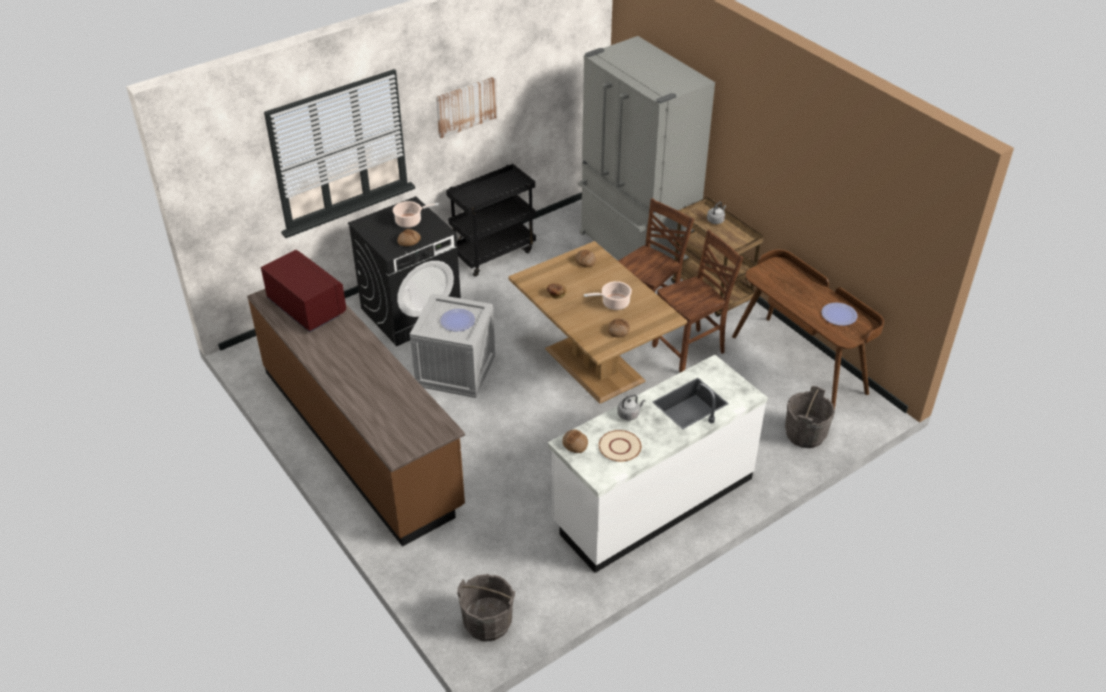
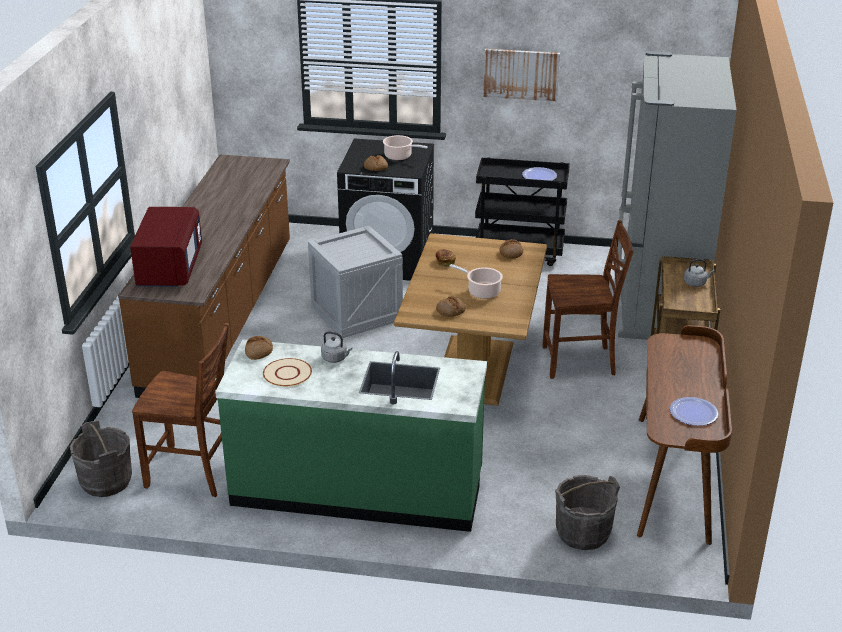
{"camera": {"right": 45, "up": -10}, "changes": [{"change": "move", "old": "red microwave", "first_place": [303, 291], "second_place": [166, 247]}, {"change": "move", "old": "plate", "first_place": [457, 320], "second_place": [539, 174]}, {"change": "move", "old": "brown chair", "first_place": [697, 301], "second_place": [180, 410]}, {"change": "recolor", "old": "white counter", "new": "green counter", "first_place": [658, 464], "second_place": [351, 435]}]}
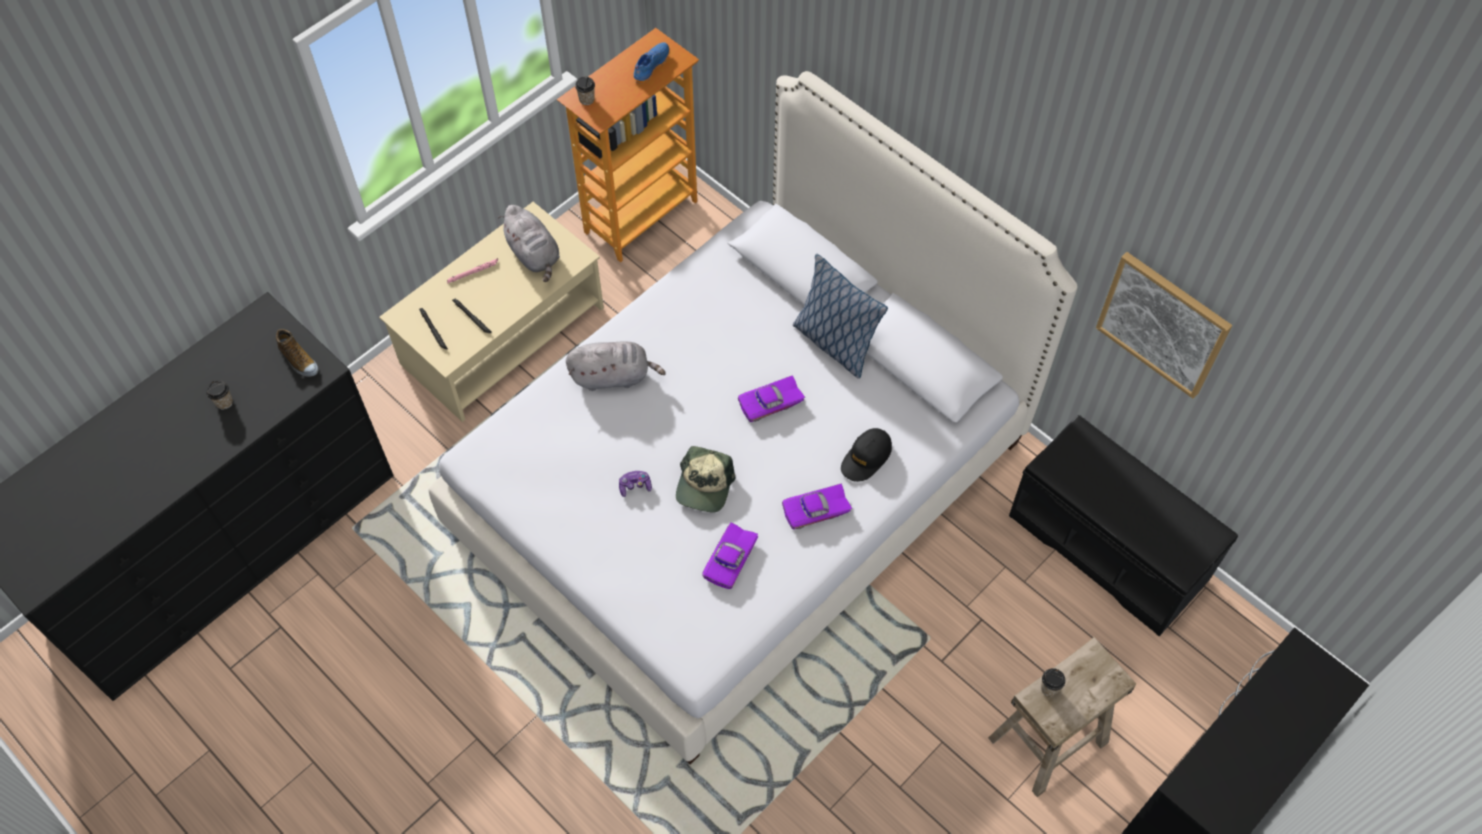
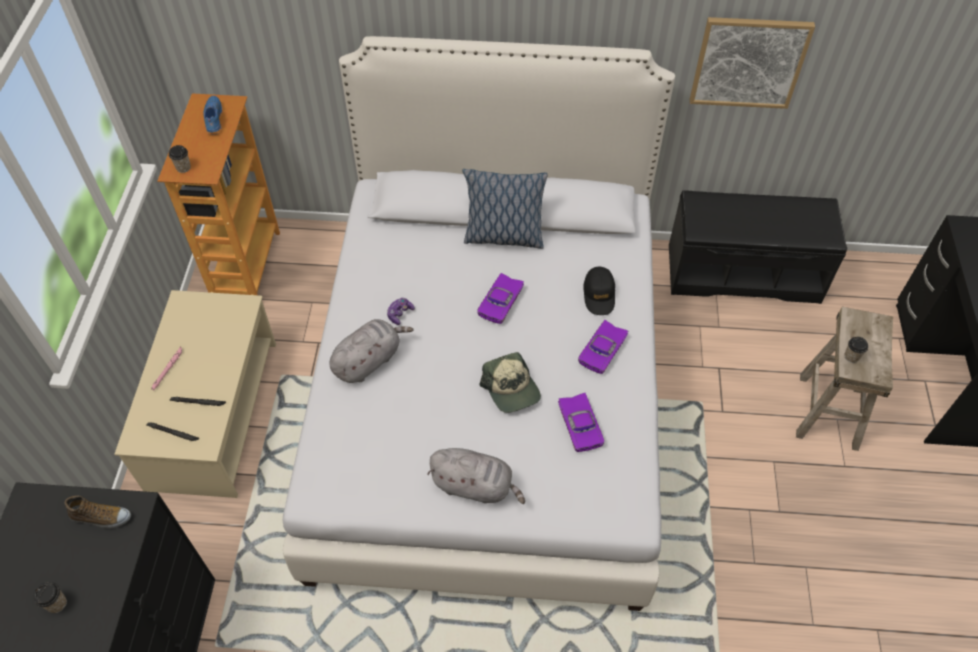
{"camera": {"right": -40, "up": -5}, "changes": [{"change": "move", "old": "grey plush toy", "first_place": [529, 243], "second_place": [476, 476]}, {"change": "move", "old": "game controller", "first_place": [635, 484], "second_place": [401, 311]}]}
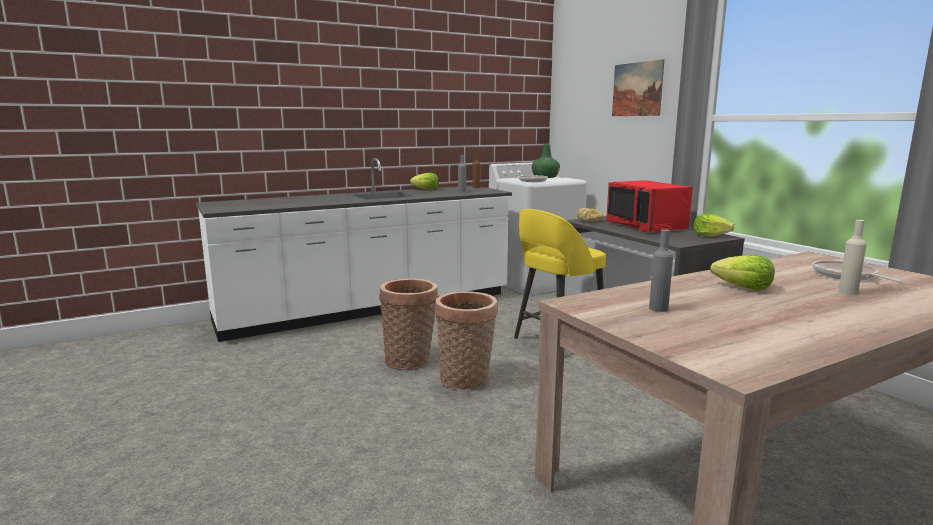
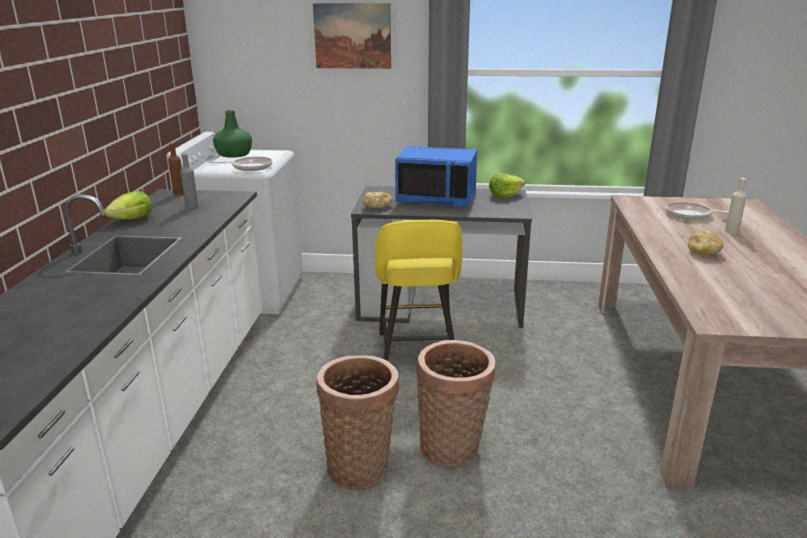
{"camera": {"right": -55, "up": 10}, "changes": [{"change": "delete", "old": "grey bottle", "first_place": [661, 270]}, {"change": "replace", "old": "lettuce", "new": "bread", "first_place": [742, 272], "second_place": [705, 242]}, {"change": "recolor", "old": "red microwave", "new": "blue microwave", "first_place": [649, 206], "second_place": [436, 176]}]}
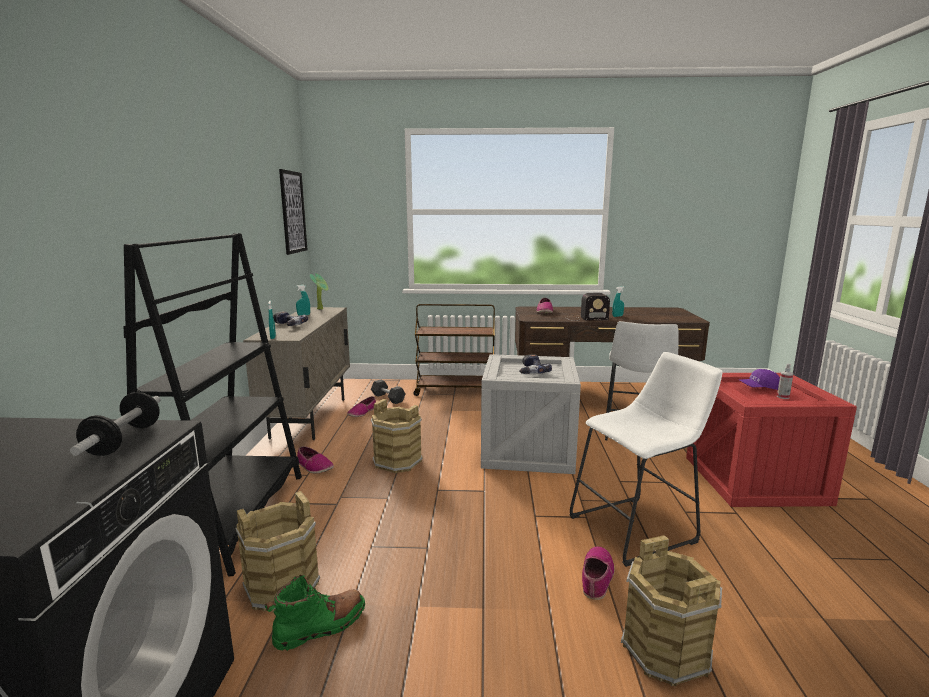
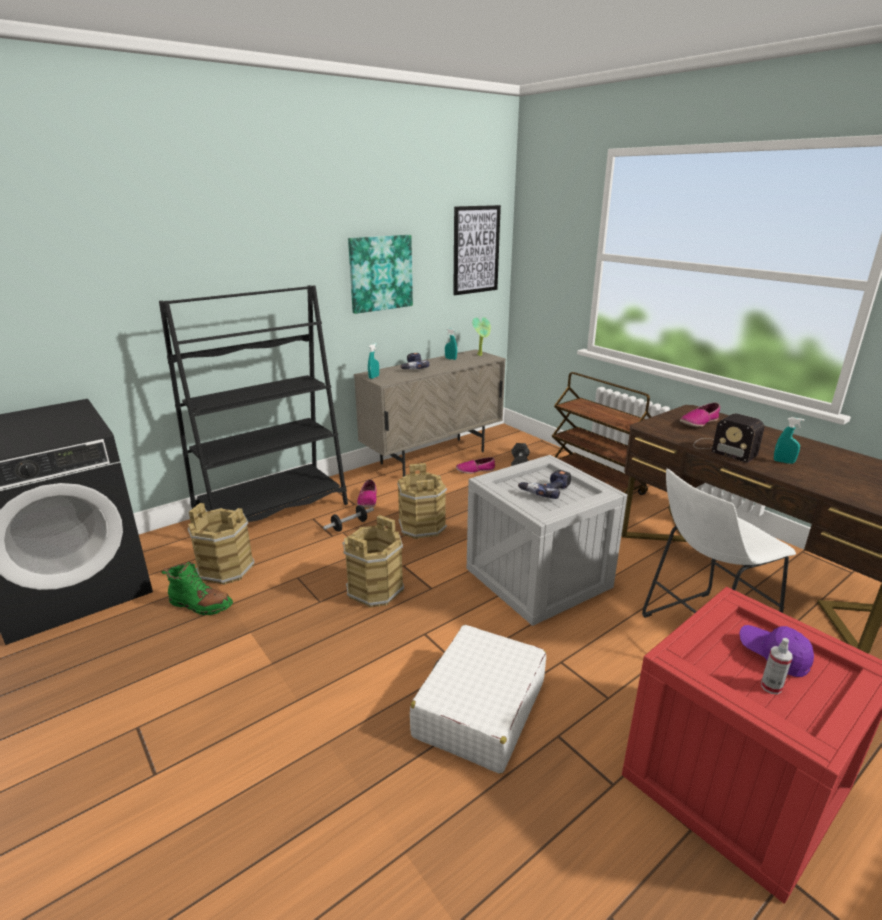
{"camera": {"right": 50, "up": 10}, "changes": [{"change": "delete", "old": "shoe", "first_place": [598, 573]}, {"change": "insert", "new": "picture", "second_place": [380, 274]}, {"change": "move", "old": "dumbbell", "first_place": [115, 424], "second_place": [348, 518]}, {"change": "move", "old": "brown bucket", "first_place": [671, 610], "second_place": [373, 561]}, {"change": "replace", "old": "white stool", "new": "white suitcase", "first_place": [646, 459], "second_place": [478, 699]}]}
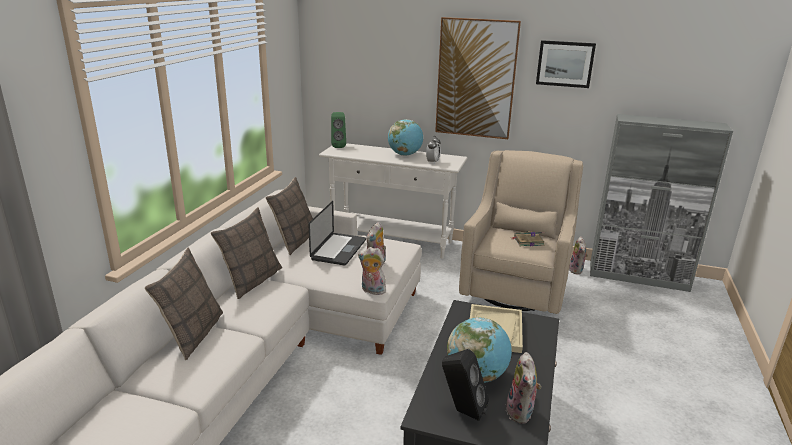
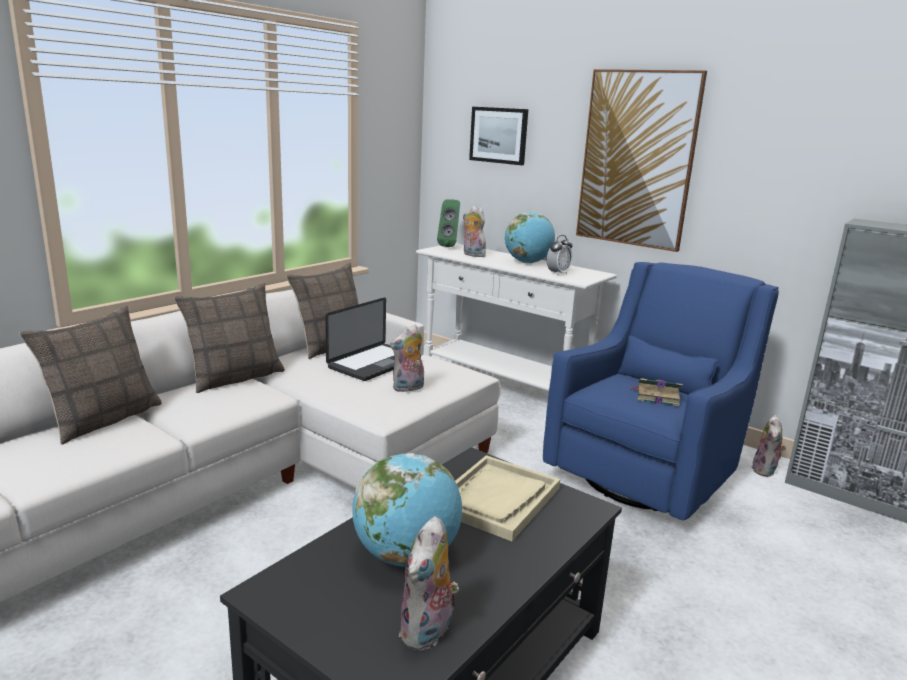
{"camera": {"right": 20, "up": -5}, "changes": [{"change": "delete", "old": "black speaker", "first_place": [465, 385]}, {"change": "move", "old": "plush toy", "first_place": [373, 271], "second_place": [474, 231]}, {"change": "move", "old": "picture", "first_place": [566, 64], "second_place": [498, 136]}, {"change": "recolor", "old": "beige armchair", "new": "blue armchair", "first_place": [521, 232], "second_place": [661, 391]}]}
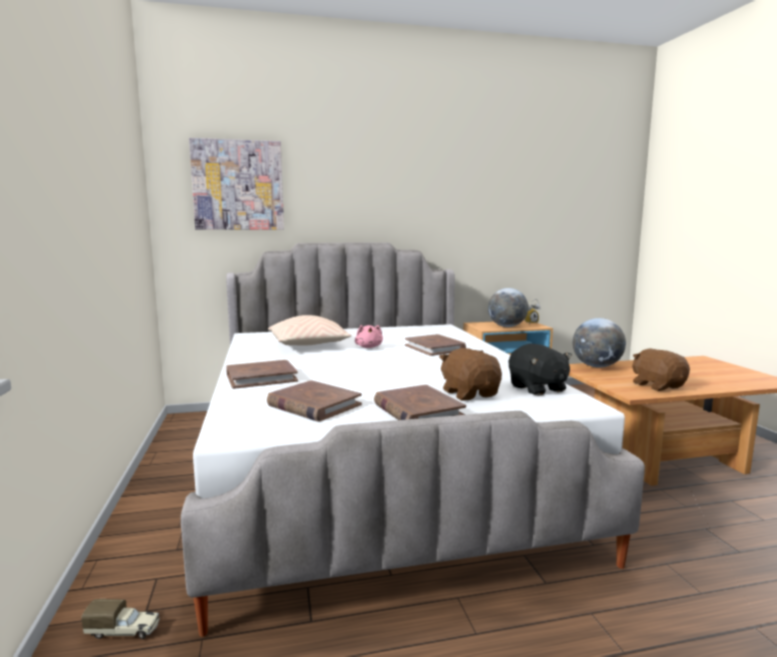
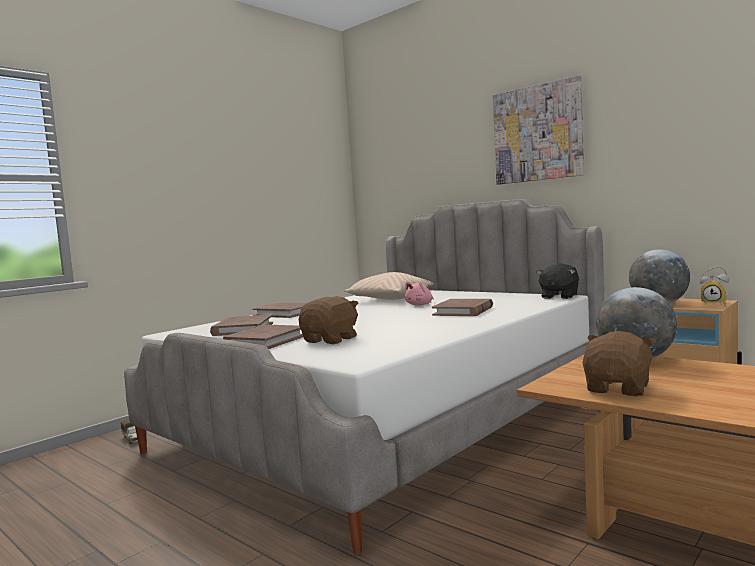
{"camera": {"right": 55, "up": -5}, "changes": [{"change": "move", "old": "picture", "first_place": [236, 184], "second_place": [538, 130]}, {"change": "move", "old": "black plush toy", "first_place": [540, 369], "second_place": [558, 281]}]}
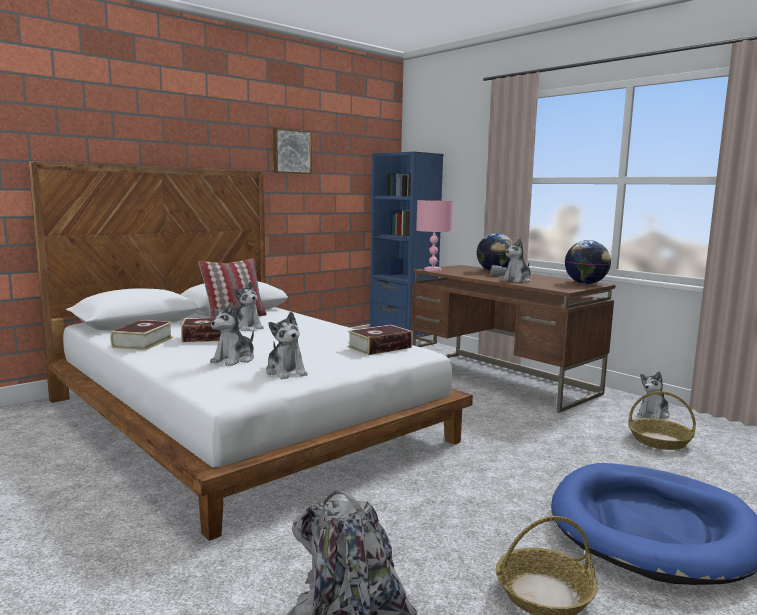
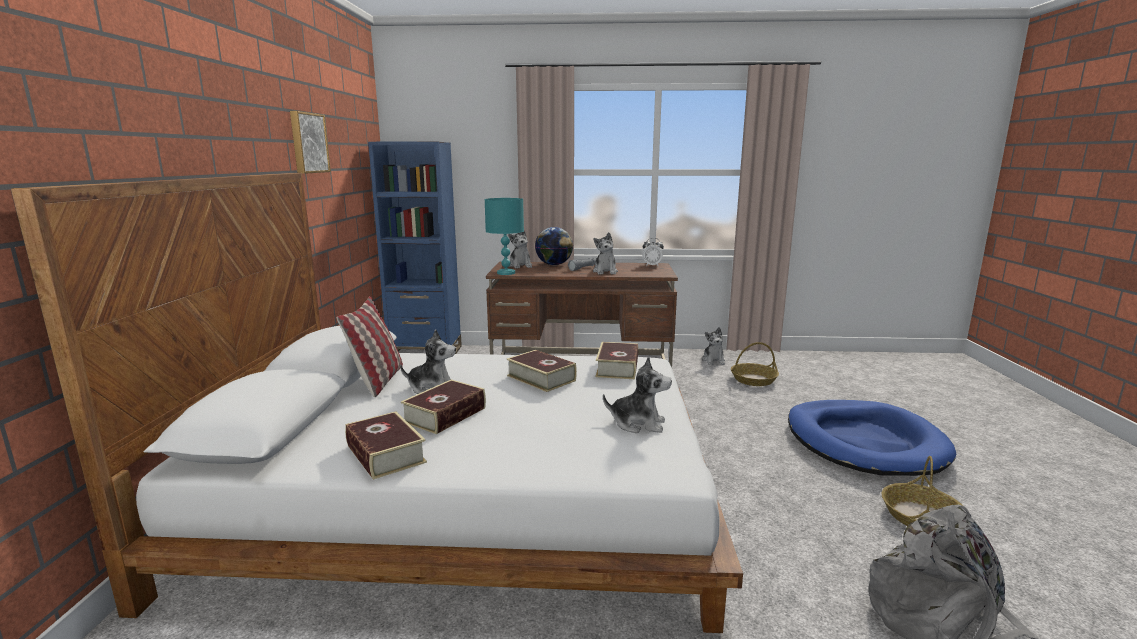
{"camera": {"right": -45, "up": 5}, "changes": [{"change": "insert", "new": "book", "second_place": [542, 371]}, {"change": "move", "old": "plush toy", "first_place": [232, 334], "second_place": [520, 249]}, {"change": "replace", "old": "globe", "new": "alarm clock", "first_place": [588, 262], "second_place": [653, 252]}, {"change": "recolor", "old": "pink table lamp", "new": "turquoise table lamp", "first_place": [434, 236], "second_place": [504, 236]}]}
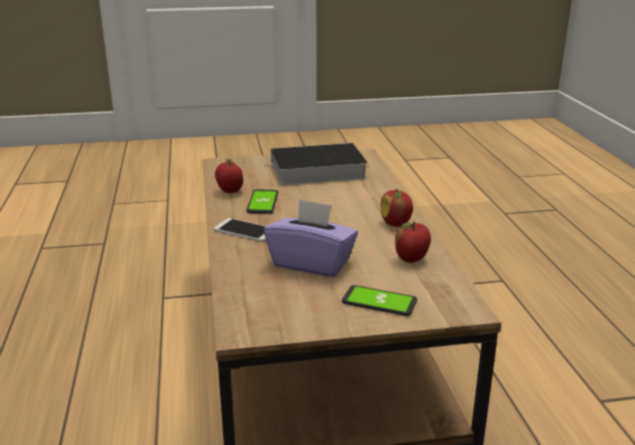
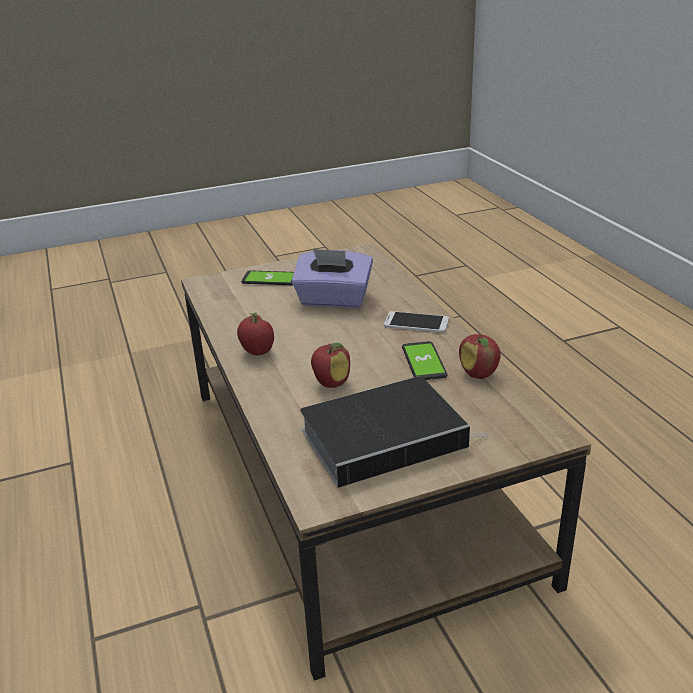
{"camera": {"right": 170, "up": 5}, "changes": [{"change": "move", "old": "apple", "first_place": [413, 242], "second_place": [330, 365]}]}
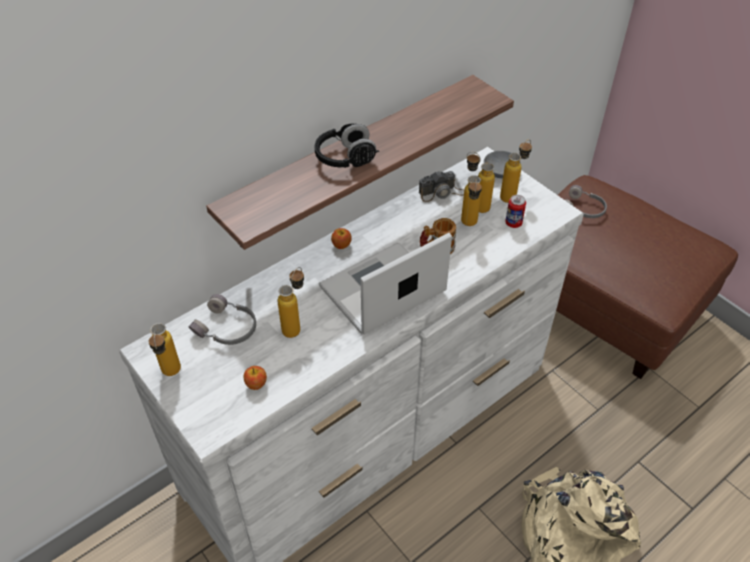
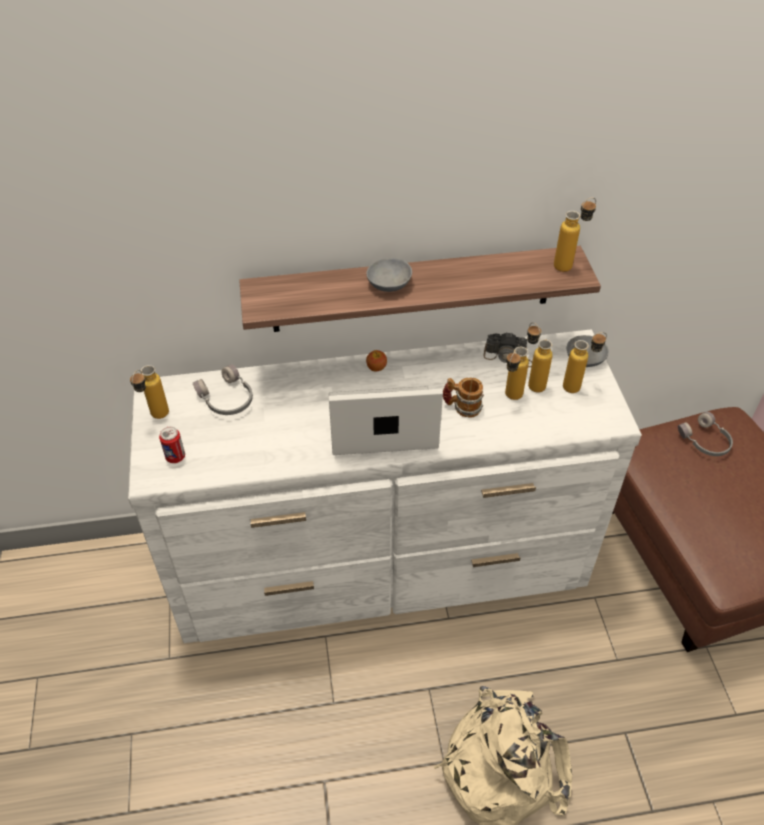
{"camera": {"right": 30, "up": 0}, "changes": [{"change": "delete", "old": "apple", "first_place": [255, 378]}, {"change": "move", "old": "bottle", "first_place": [291, 302], "second_place": [575, 234]}, {"change": "move", "old": "can", "first_place": [515, 211], "second_place": [172, 445]}, {"change": "replace", "old": "black headphones", "new": "grey bowl", "first_place": [347, 145], "second_place": [389, 275]}]}
